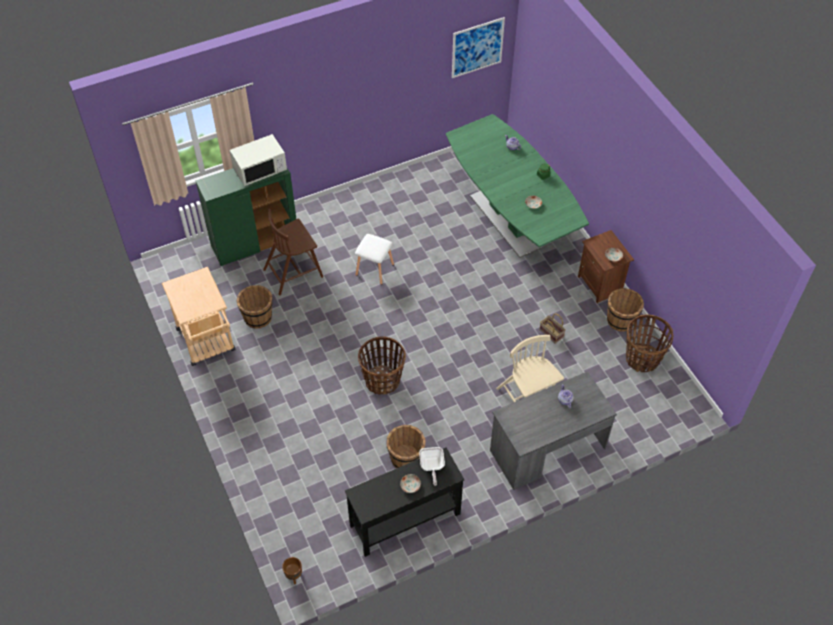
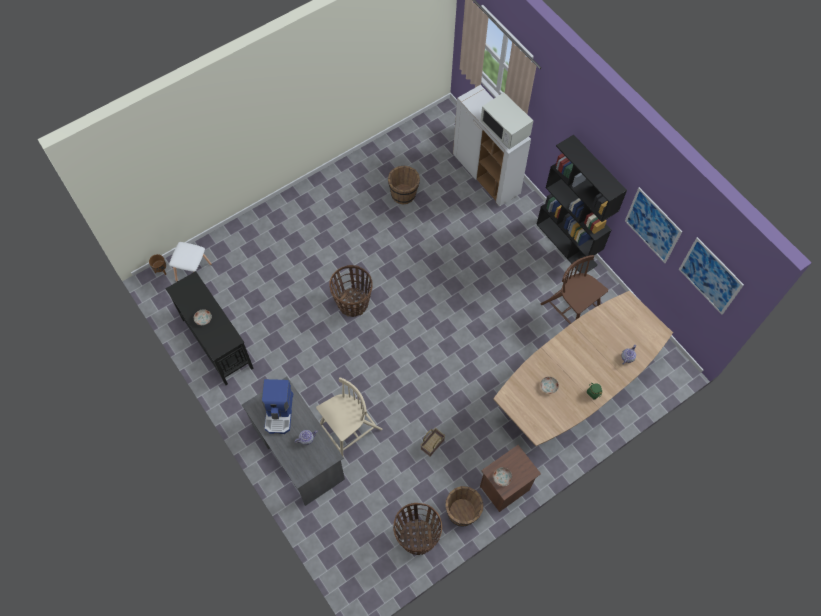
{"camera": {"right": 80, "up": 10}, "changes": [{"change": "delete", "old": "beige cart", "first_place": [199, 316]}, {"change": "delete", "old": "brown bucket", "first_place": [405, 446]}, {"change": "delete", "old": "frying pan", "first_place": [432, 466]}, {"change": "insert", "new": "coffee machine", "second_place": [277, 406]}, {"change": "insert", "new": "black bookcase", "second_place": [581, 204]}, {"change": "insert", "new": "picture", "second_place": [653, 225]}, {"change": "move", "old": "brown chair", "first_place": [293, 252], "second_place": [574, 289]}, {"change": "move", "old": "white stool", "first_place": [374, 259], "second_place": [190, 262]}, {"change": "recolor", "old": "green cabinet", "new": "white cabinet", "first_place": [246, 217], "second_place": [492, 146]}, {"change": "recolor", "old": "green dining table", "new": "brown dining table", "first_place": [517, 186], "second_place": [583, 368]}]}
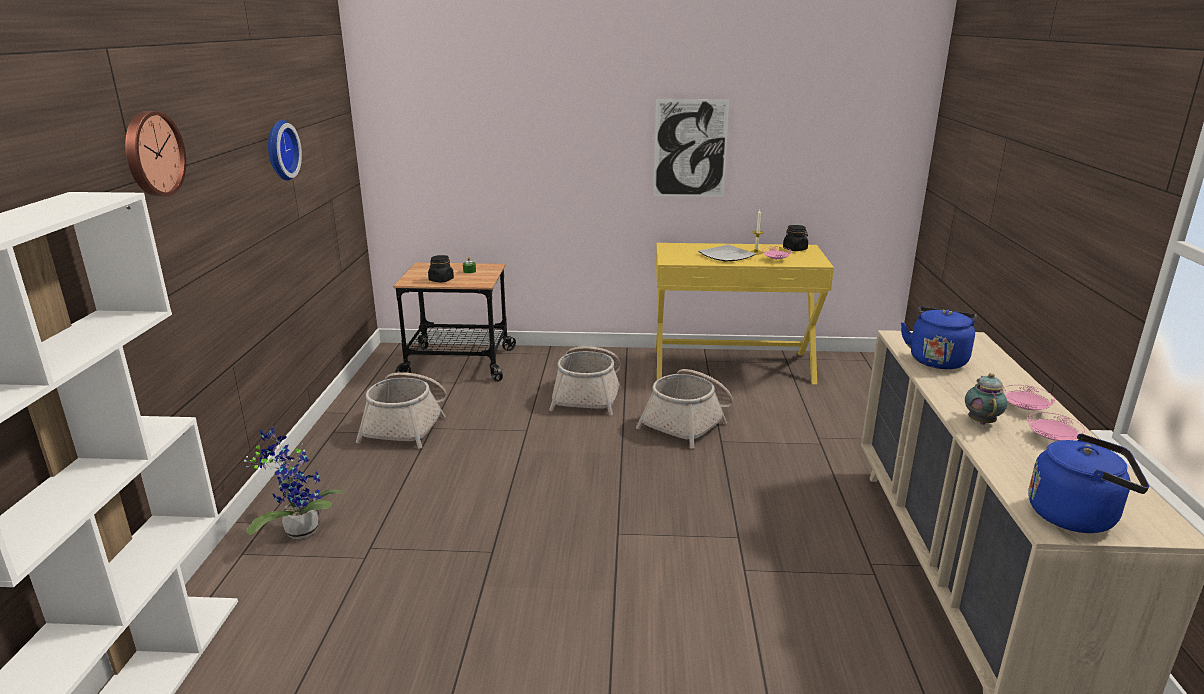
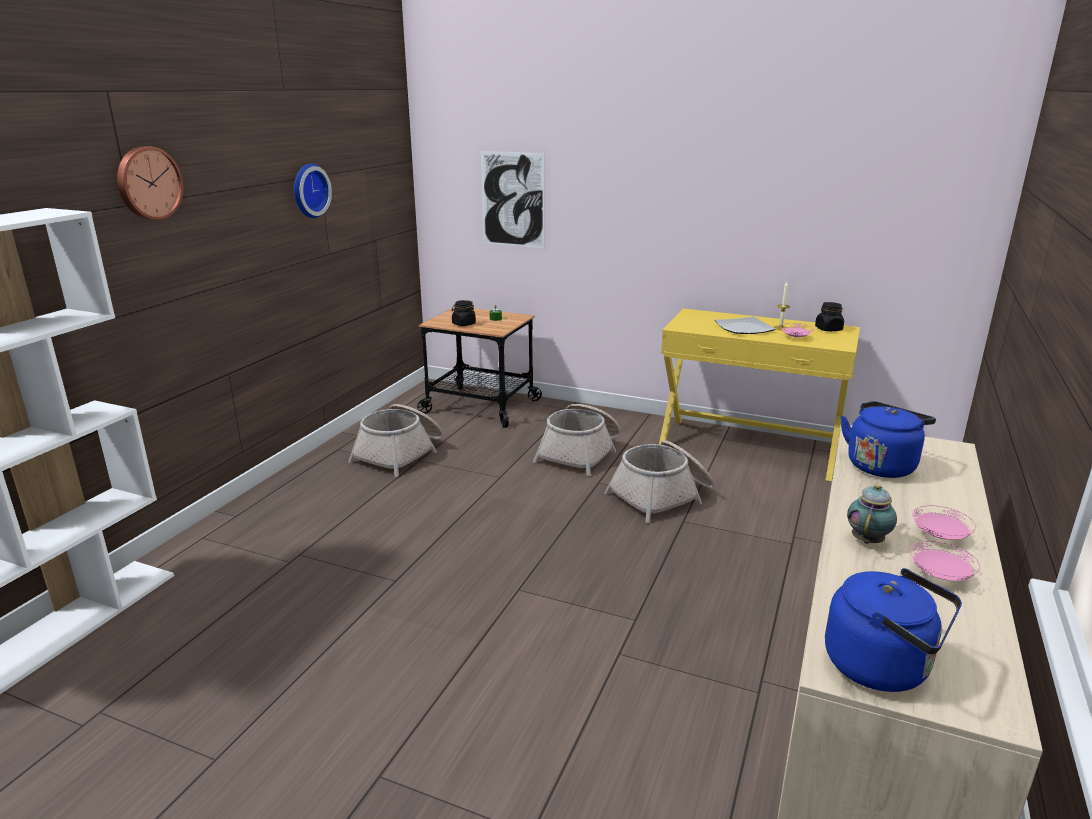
{"camera": {"right": 20, "up": 0}, "changes": [{"change": "delete", "old": "potted plant", "first_place": [294, 483]}, {"change": "move", "old": "picture", "first_place": [691, 148], "second_place": [513, 199]}]}
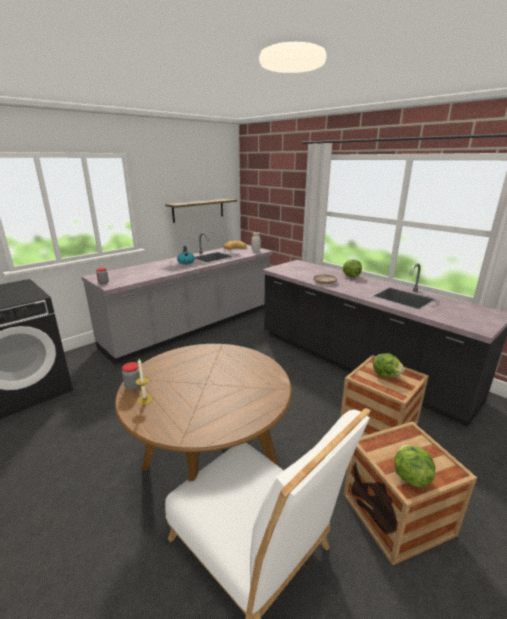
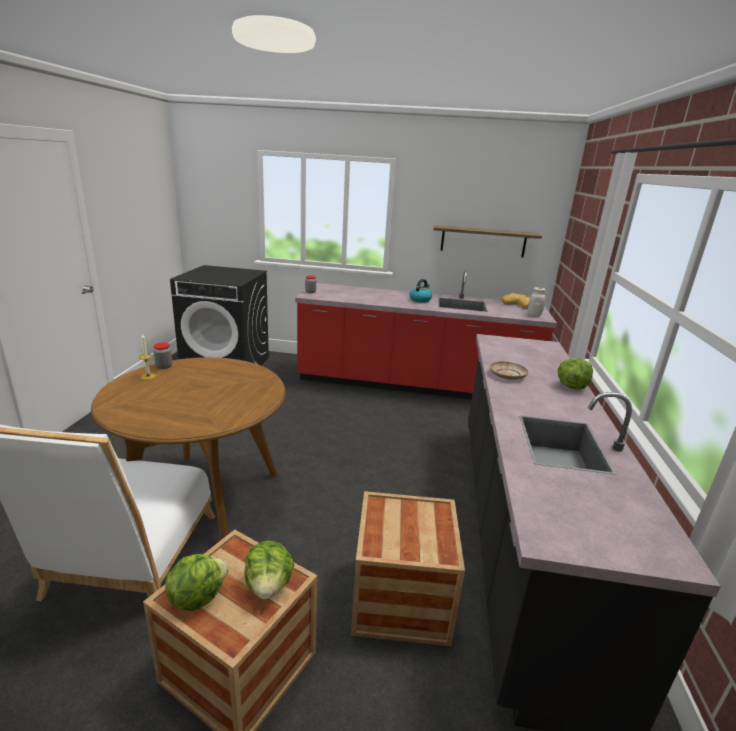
{"camera": {"right": 50, "up": 0}, "changes": [{"change": "move", "old": "lettuce", "first_place": [389, 365], "second_place": [269, 570]}, {"change": "recolor", "old": "grey counter", "new": "red counter", "first_place": [177, 298], "second_place": [426, 334]}]}
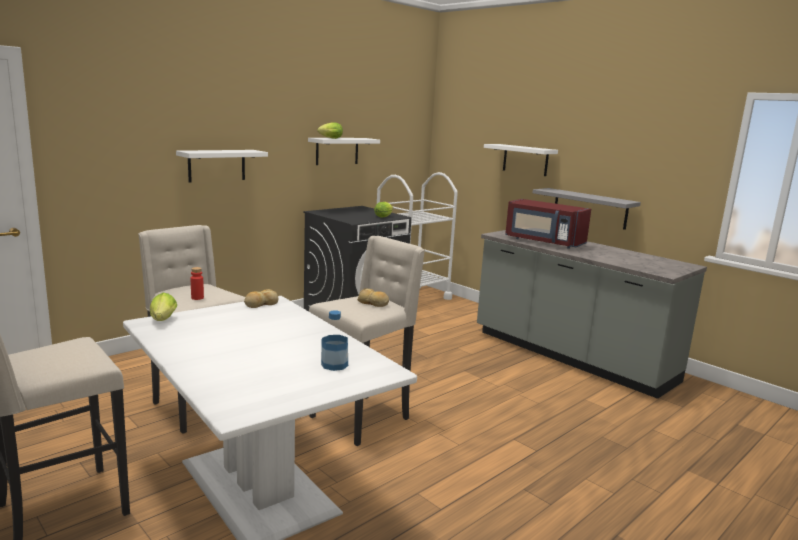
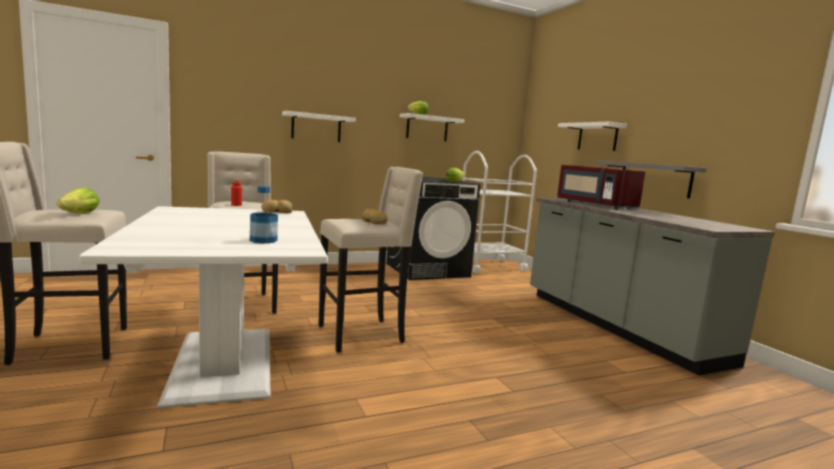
{"camera": {"right": 20, "up": -5}, "changes": [{"change": "move", "old": "lettuce", "first_place": [163, 307], "second_place": [78, 200]}]}
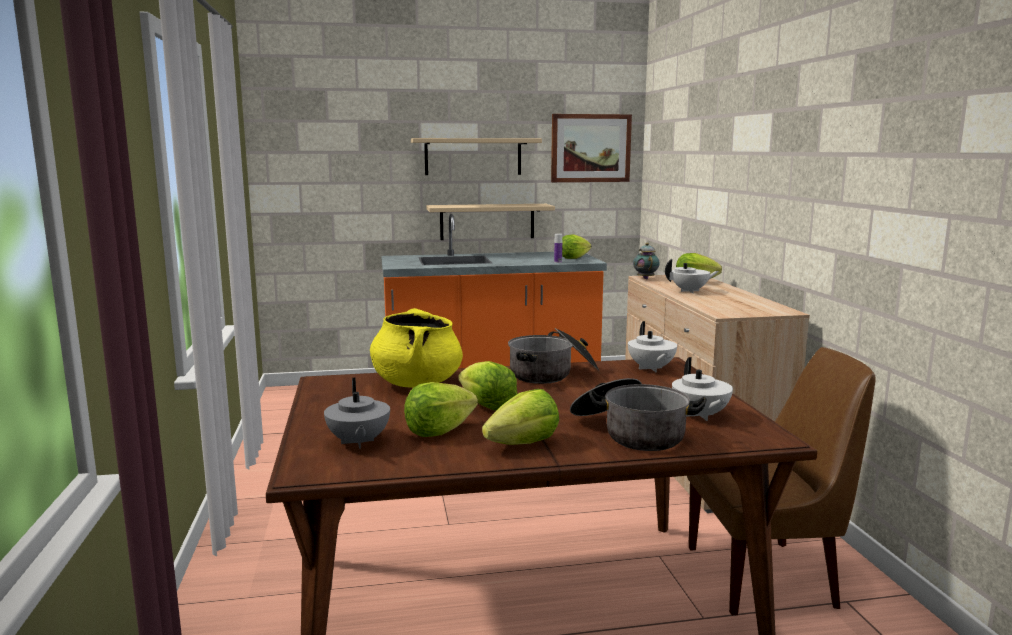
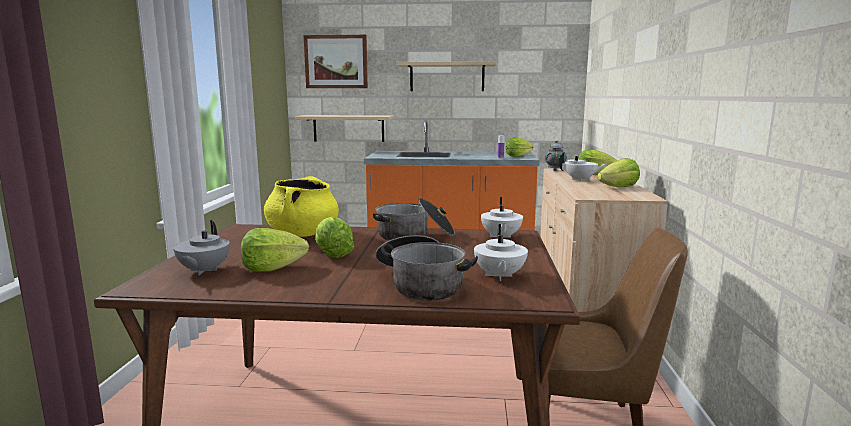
{"camera": {"right": 15, "up": 0}, "changes": [{"change": "move", "old": "beige shelf", "first_place": [491, 222], "second_place": [344, 128]}, {"change": "move", "old": "lettuce", "first_place": [520, 417], "second_place": [618, 172]}, {"change": "move", "old": "picture", "first_place": [591, 148], "second_place": [336, 61]}]}
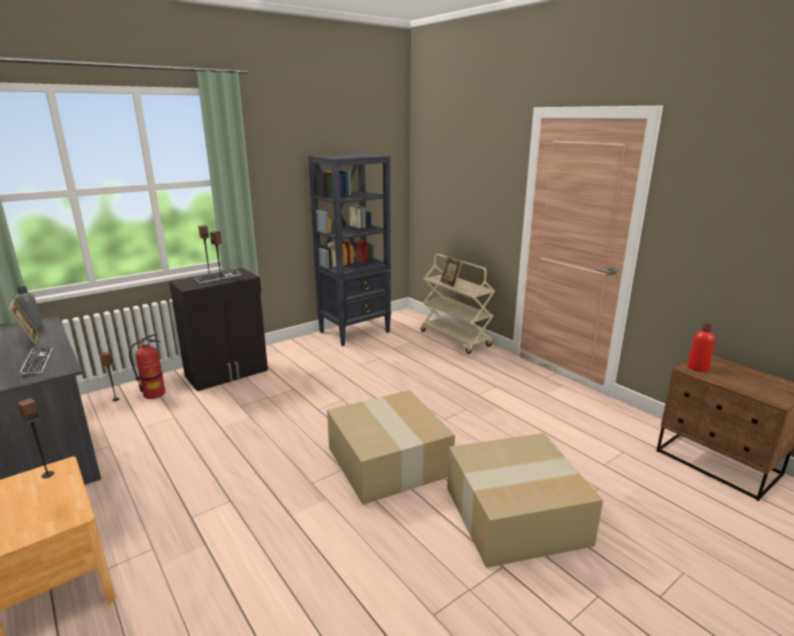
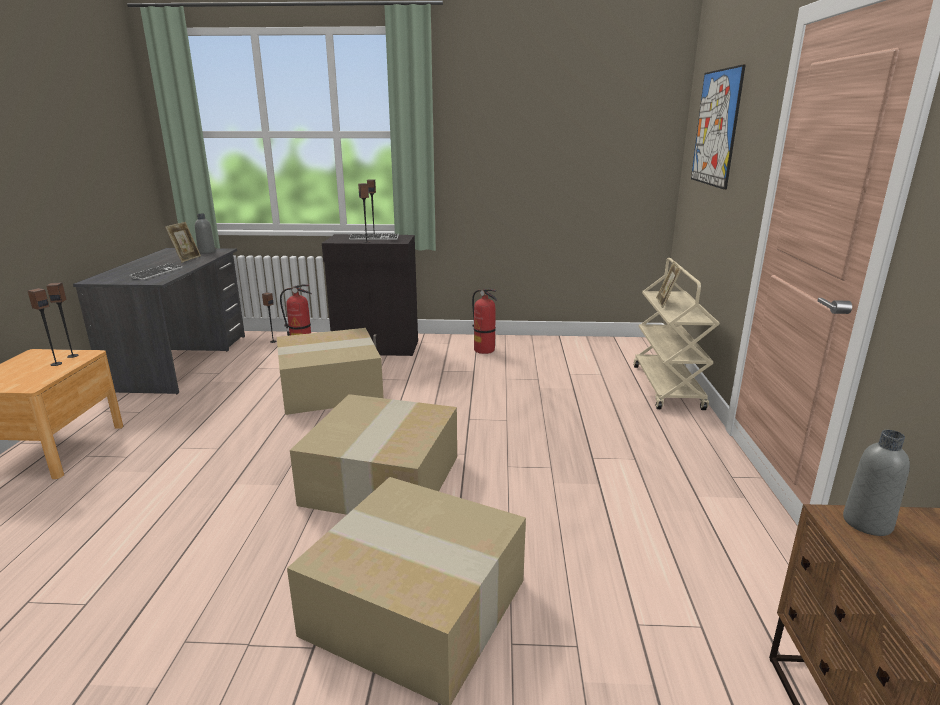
{"camera": {"right": 40, "up": 0}, "changes": [{"change": "delete", "old": "black bookcase", "first_place": [349, 249]}, {"change": "insert", "new": "speaker", "second_place": [45, 327]}, {"change": "insert", "new": "cardboard box", "second_place": [330, 371]}, {"change": "insert", "new": "fire extinguisher", "second_place": [484, 321]}, {"change": "insert", "new": "picture", "second_place": [718, 127]}, {"change": "recolor", "old": "red bottle", "new": "grey bottle", "first_place": [701, 348], "second_place": [876, 483]}]}
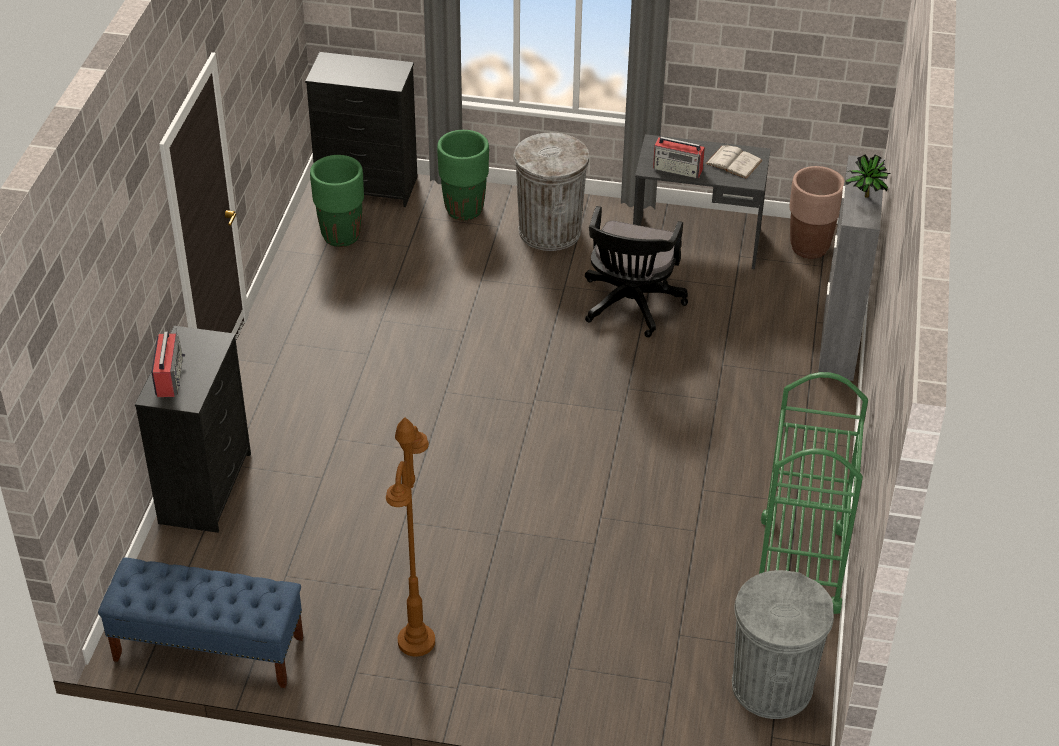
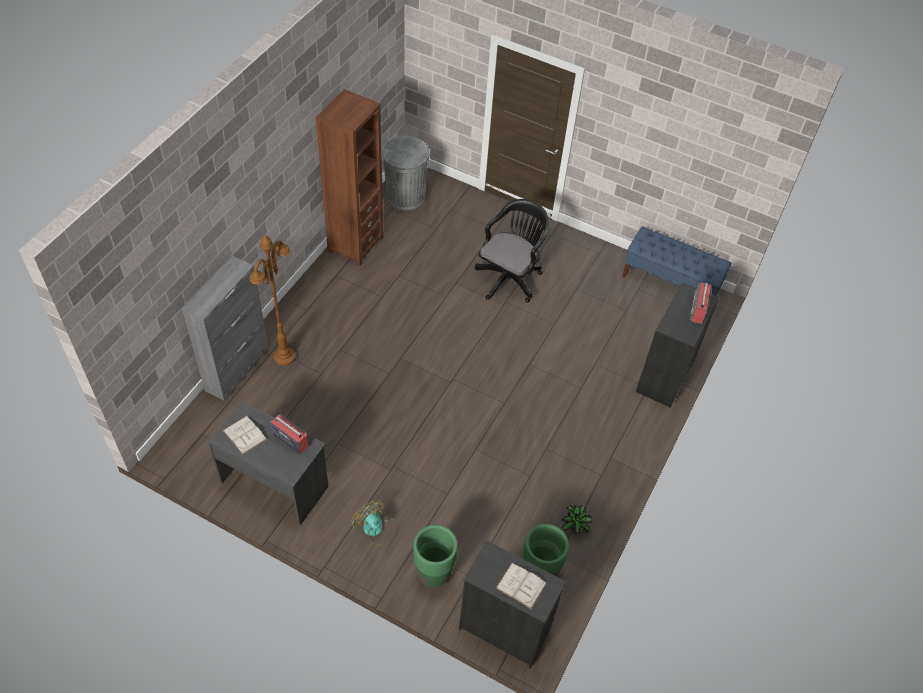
{"camera": {"right": -165, "up": 10}, "changes": [{"change": "delete", "old": "brown planter", "first_place": [817, 212]}, {"change": "insert", "new": "white book", "second_place": [521, 586]}, {"change": "move", "old": "brown floor lamp", "first_place": [410, 537], "second_place": [272, 300]}, {"change": "move", "old": "black office chair", "first_place": [636, 271], "second_place": [511, 250]}, {"change": "move", "old": "potted plant", "first_place": [868, 176], "second_place": [576, 518]}, {"change": "replace", "old": "grey trash can", "new": "fan", "first_place": [551, 192], "second_place": [375, 522]}, {"change": "replace", "old": "green cart", "new": "brown bookcase", "first_place": [813, 493], "second_place": [350, 177]}]}
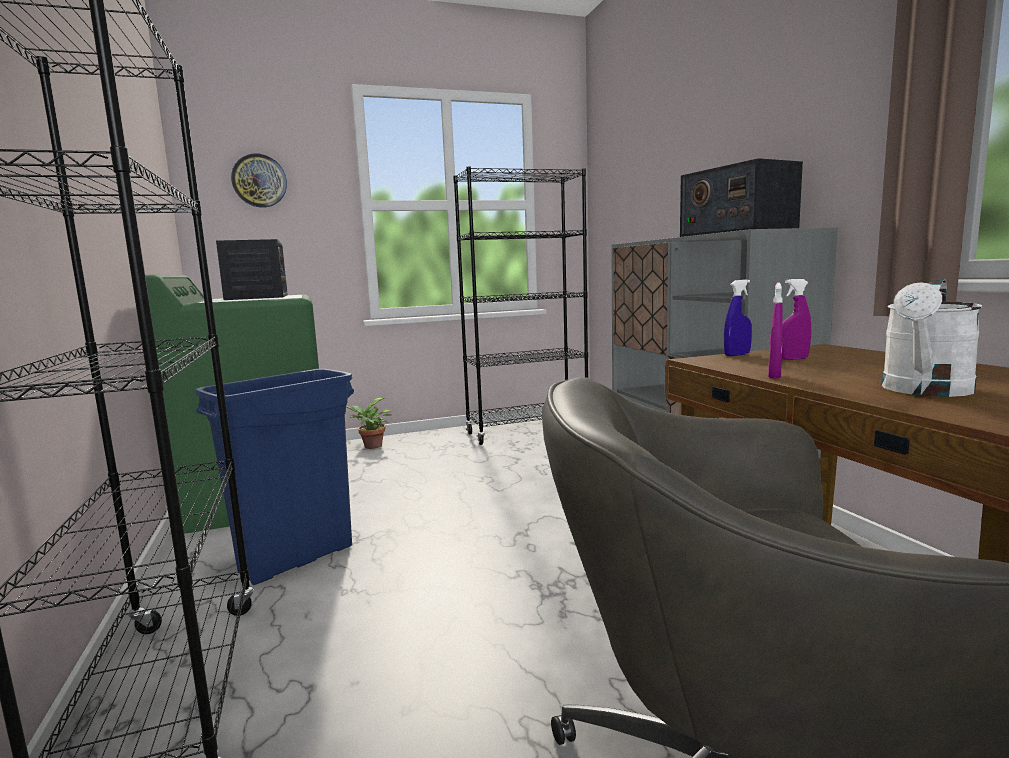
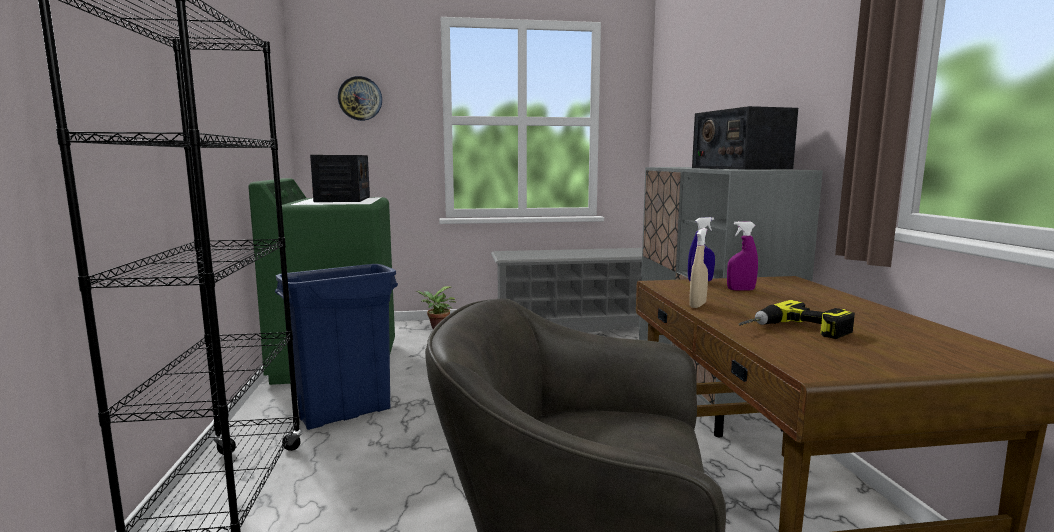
{"camera": {"right": 10, "up": 0}, "changes": [{"change": "replace", "old": "black bookcase", "new": "grey shoe rack", "first_place": [520, 305], "second_place": [566, 290]}, {"change": "replace", "old": "white watering can", "new": "power drill", "first_place": [931, 338], "second_place": [797, 319]}, {"change": "recolor", "old": "purple spray bottle", "new": "beige spray bottle", "first_place": [775, 330], "second_place": [698, 268]}]}
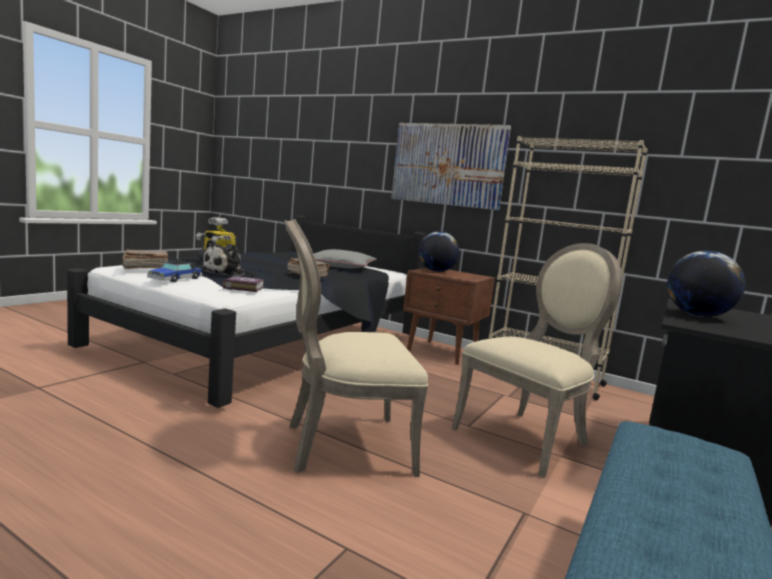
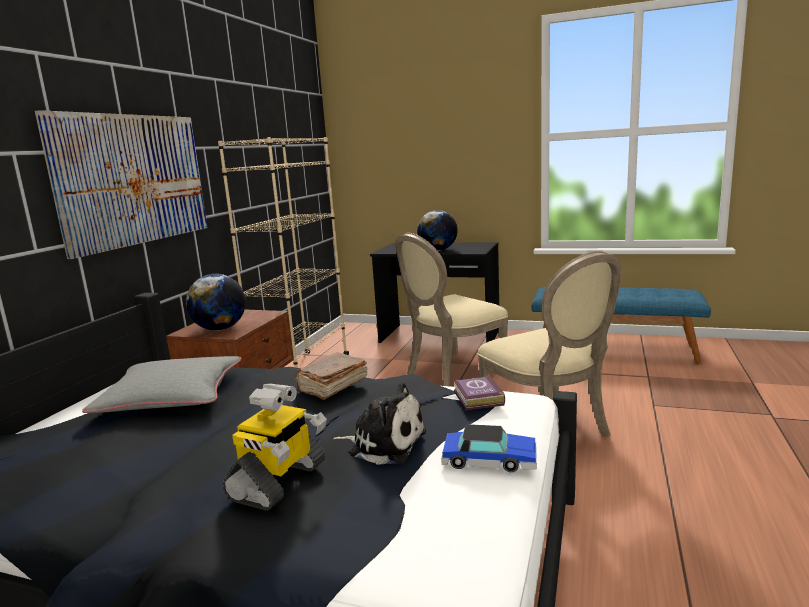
{"camera": {"right": -100, "up": 5}, "changes": [{"change": "delete", "old": "brown book", "first_place": [145, 259]}, {"change": "rotate", "old": "beige chair", "first_place": [536, 360], "second_place": [451, 310], "degrees": -75}]}
